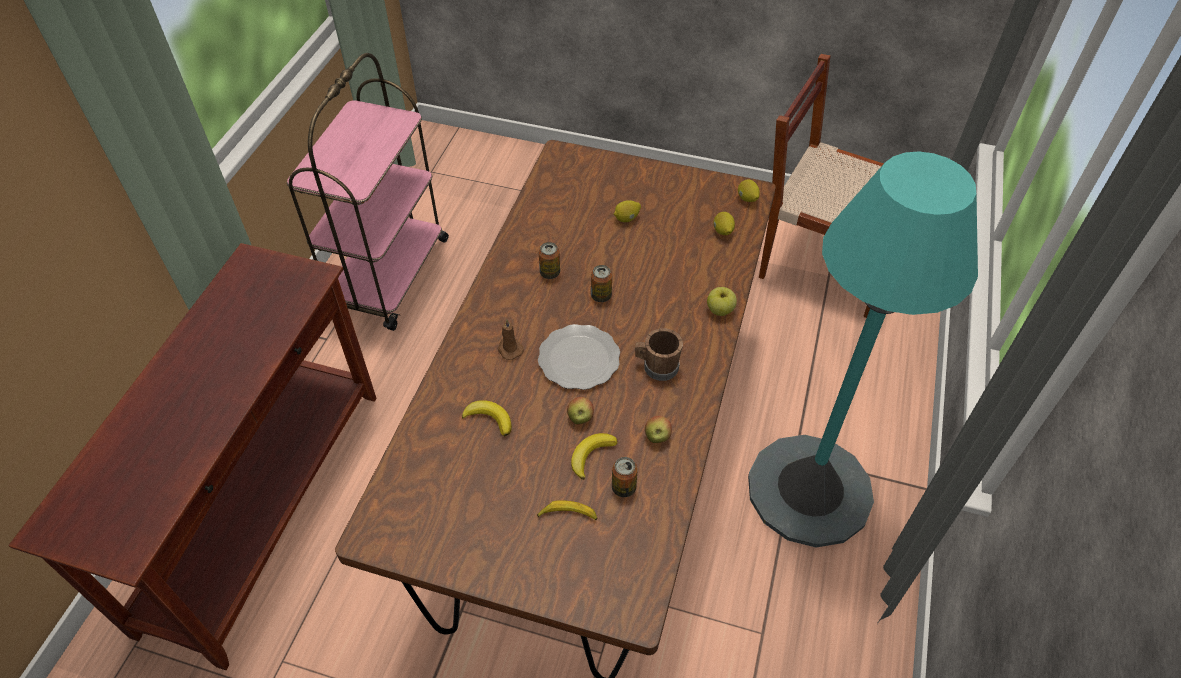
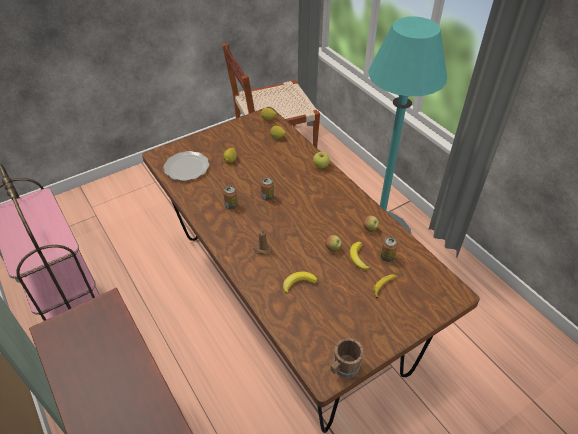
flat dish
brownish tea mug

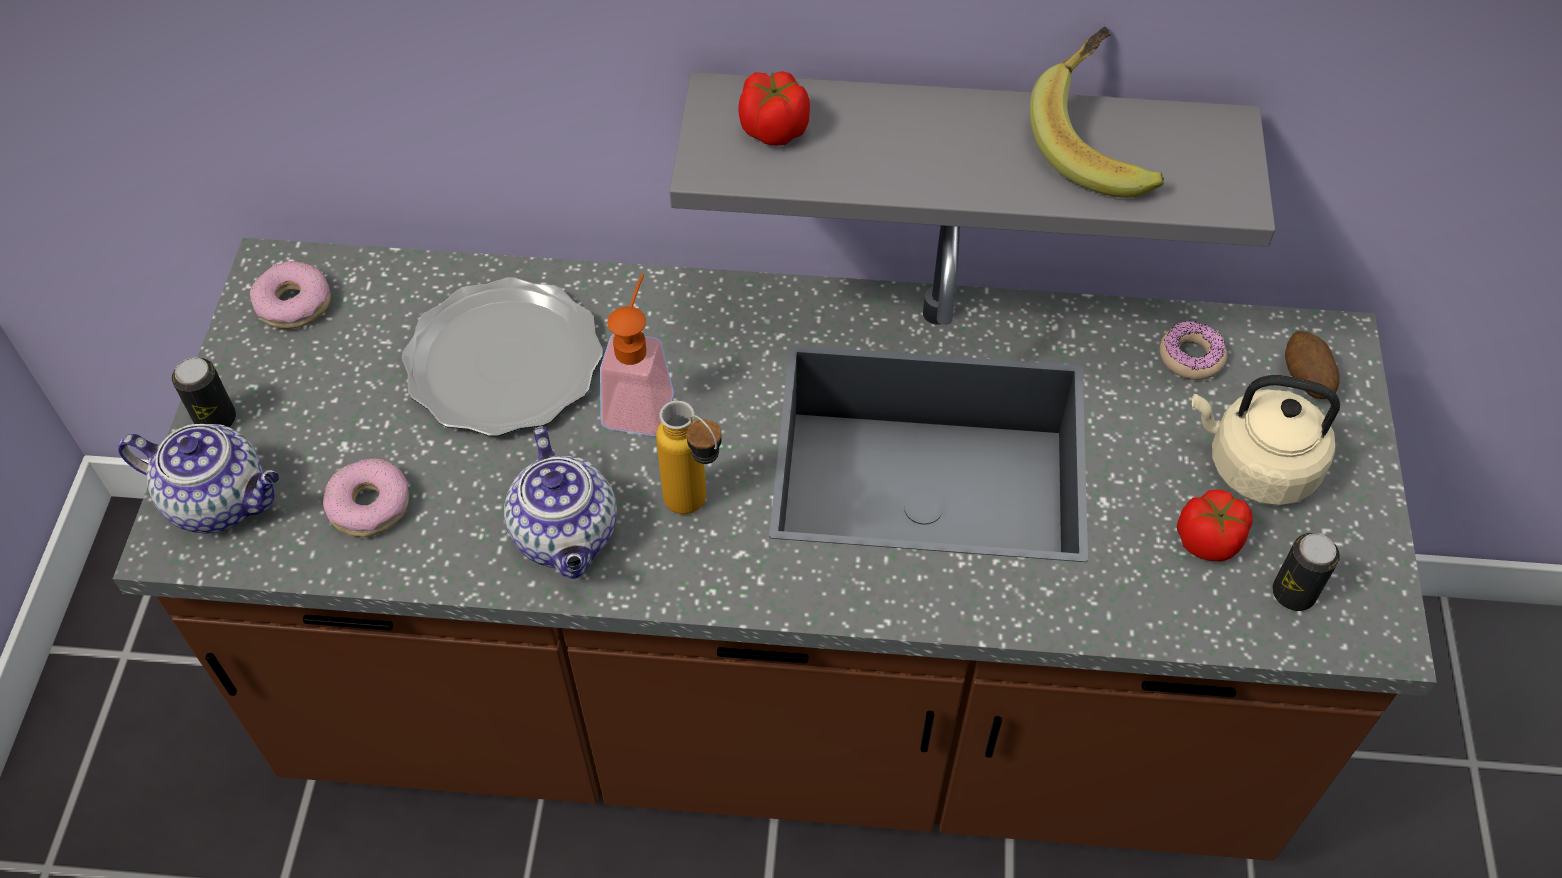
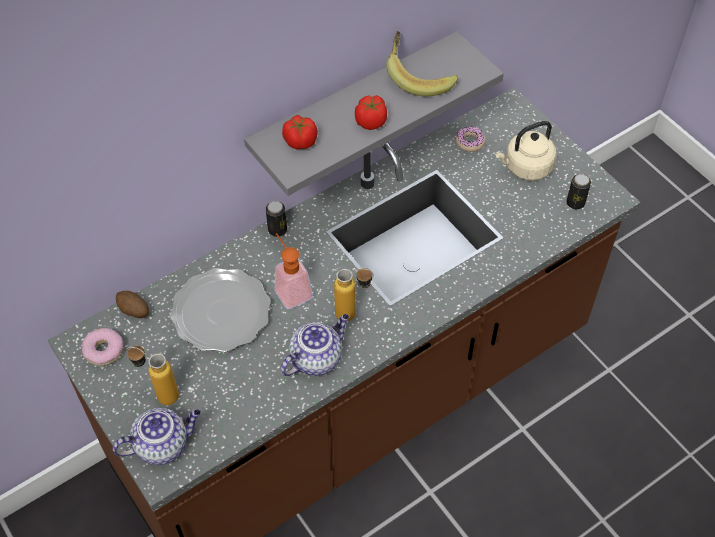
sealed can (1st from left)
donut (2nd from left in the first image)
teapot (2nd from left)
tomato (2nd from left)
potato
beverage bottle (1st from left)

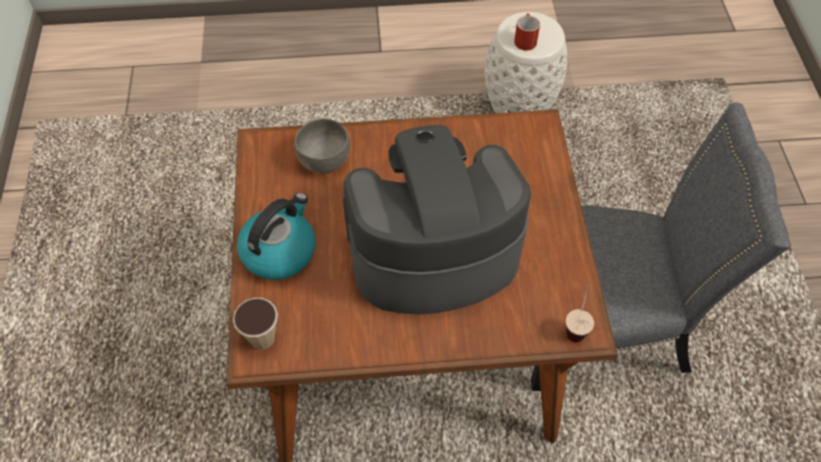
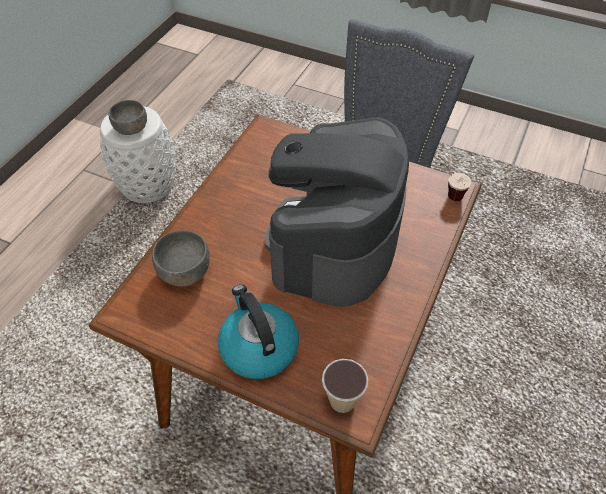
greyish bowl (1st from left)

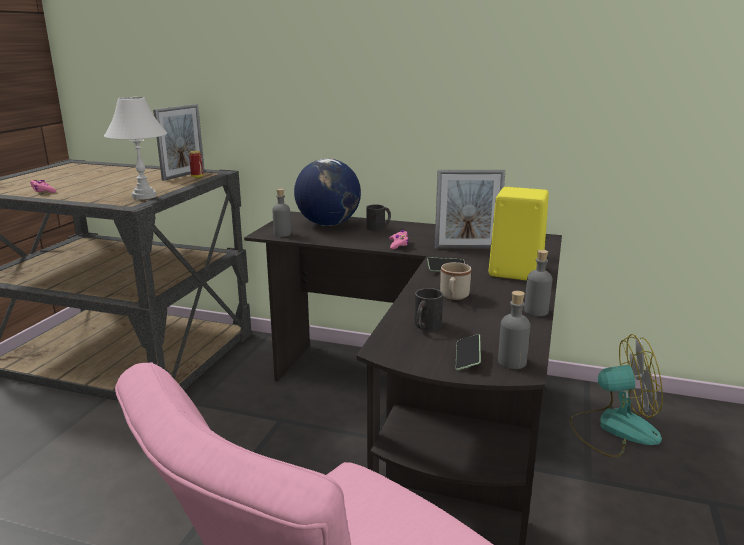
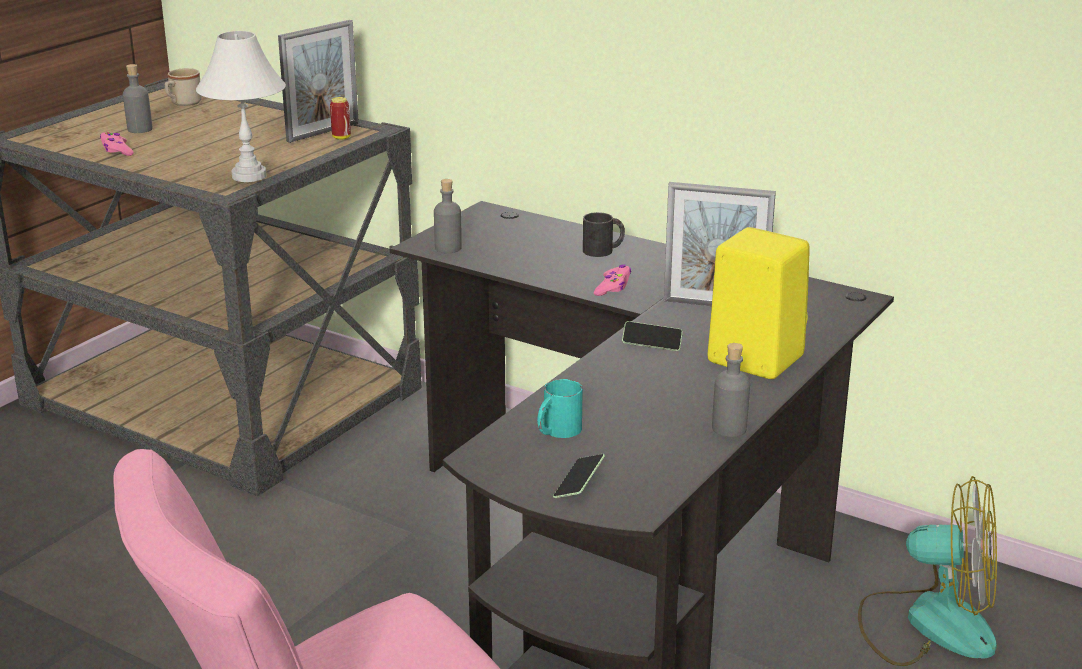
world globe
turquoise-coloured tea mug
beige tea mug
greyish beverage bottle (1st from left)

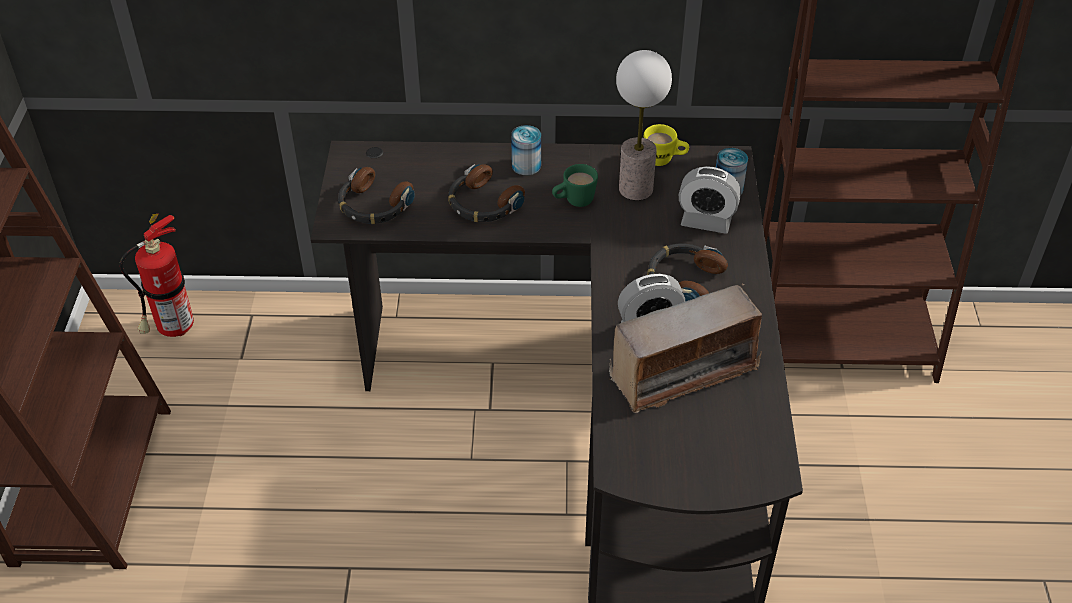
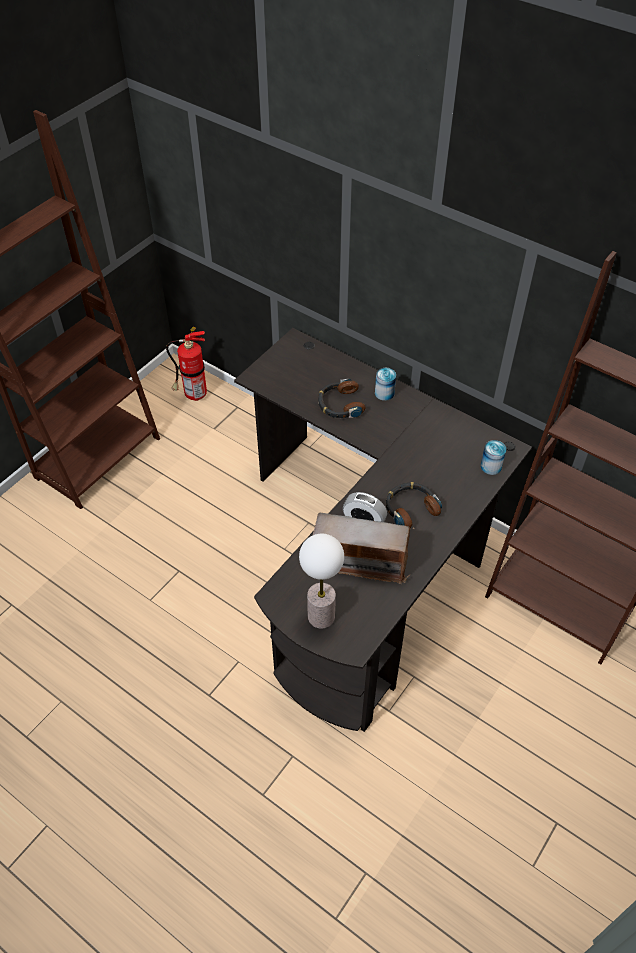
pair of headphones (1st from left in the first image)
greenish tea mug
table lamp
yellow-coloured tea mug
bedside clock (2nd from left in the first image)

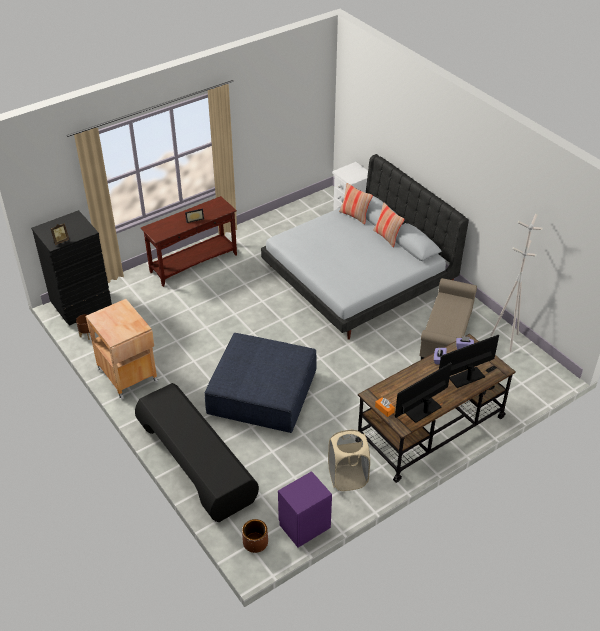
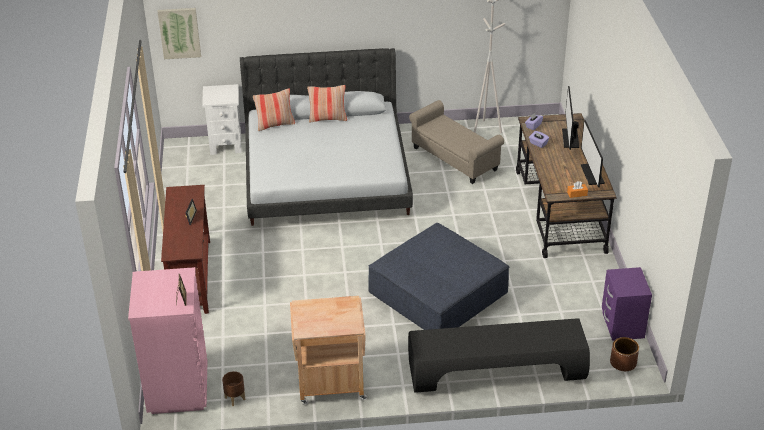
pink-coloured chest of drawers
beige washing basket
wall picture

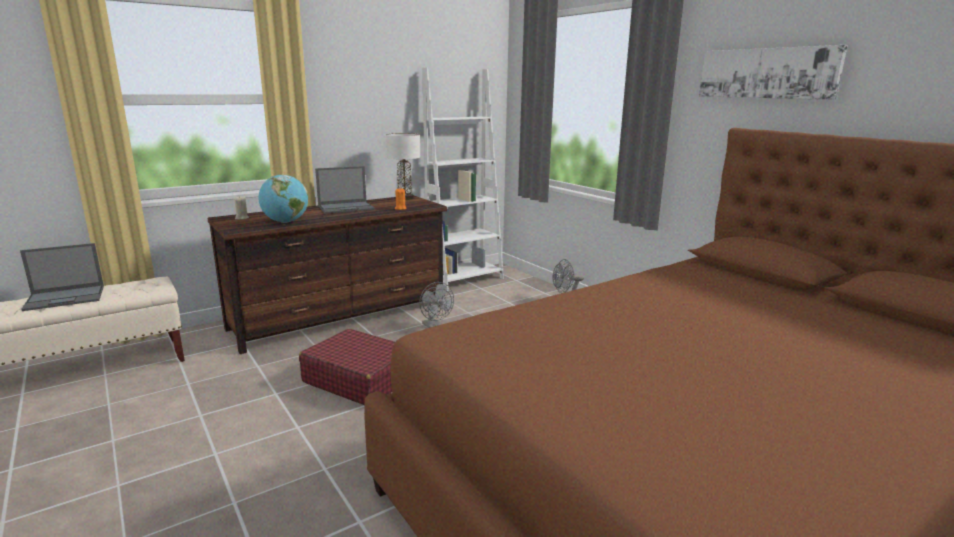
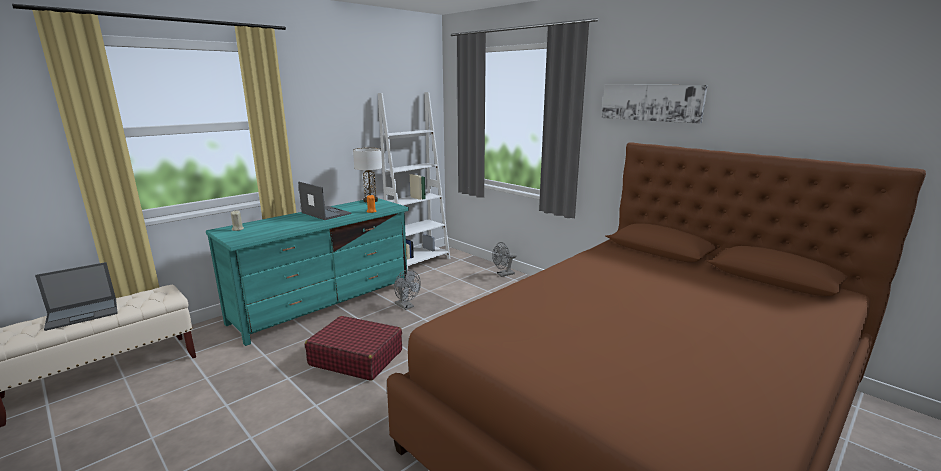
turquoise-coloured chest of drawers
world globe
notebook computer (2nd from left)

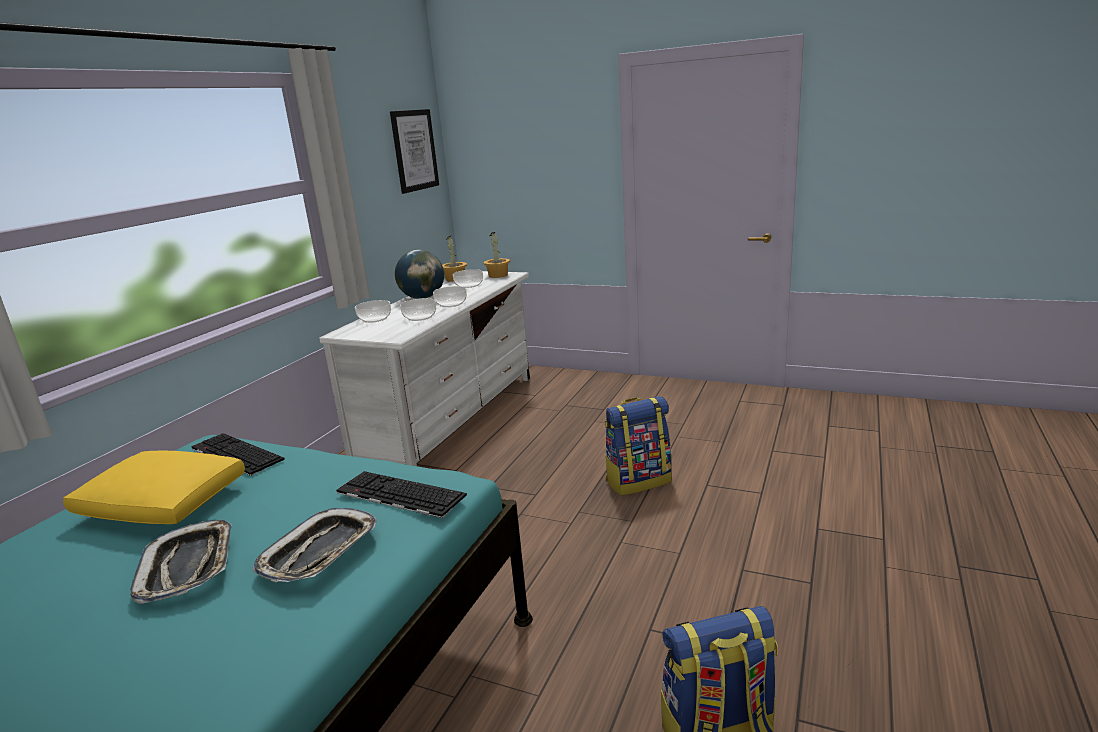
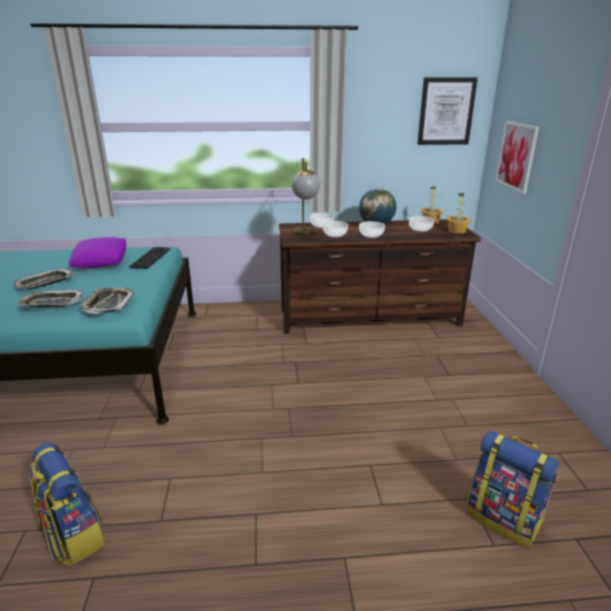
purple-coloured cushion
brownish chest of drawers
tray (3rd from left)
knapsack (2nd from left)
table lamp
wall picture (2nd from left)

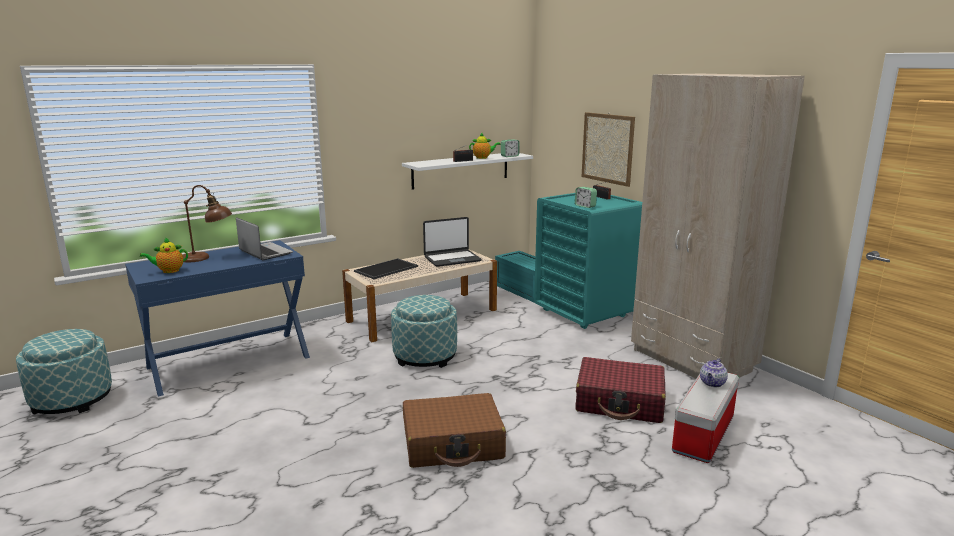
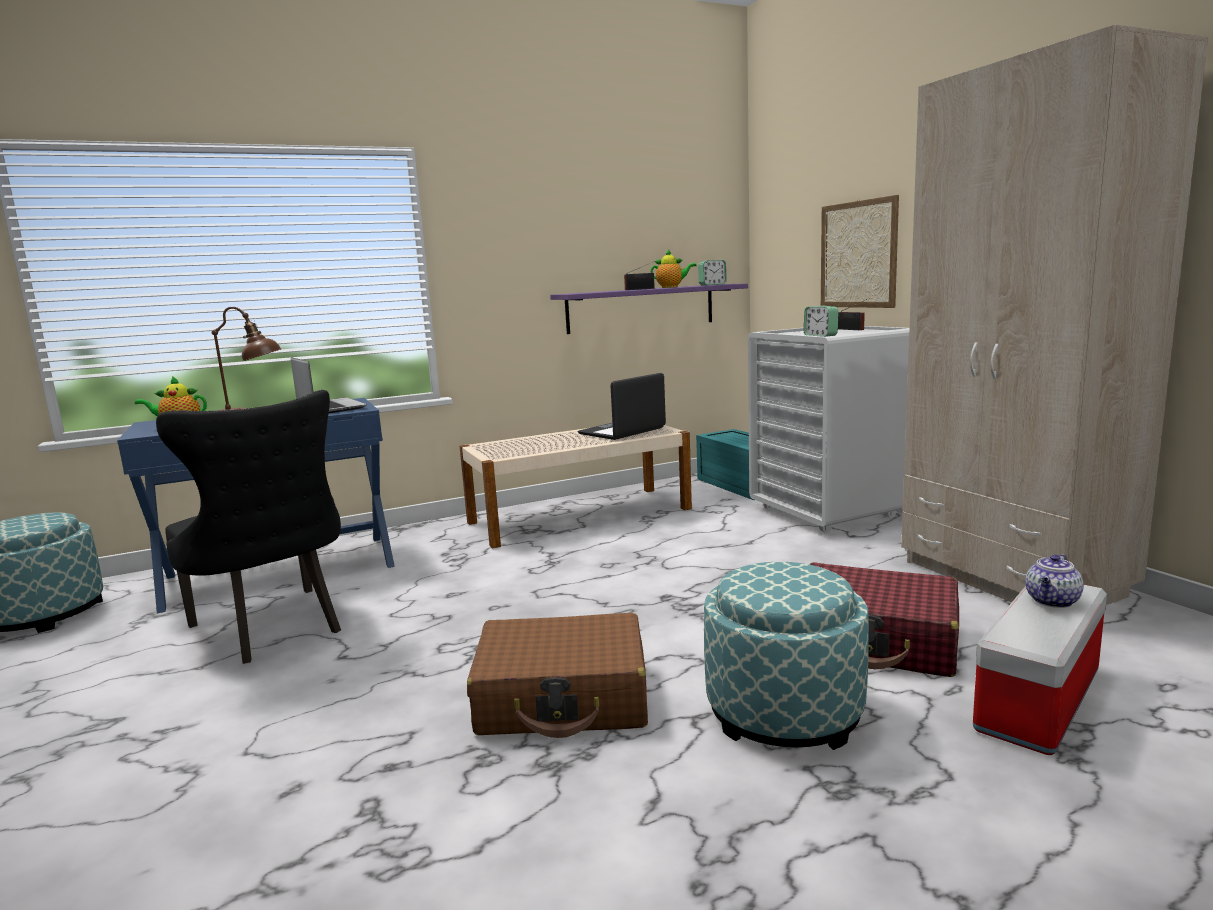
tray
pouffe (2nd from left)
purple-coloured wall shelf
notebook computer (2nd from left)
greyish chest of drawers
blackish plain chair

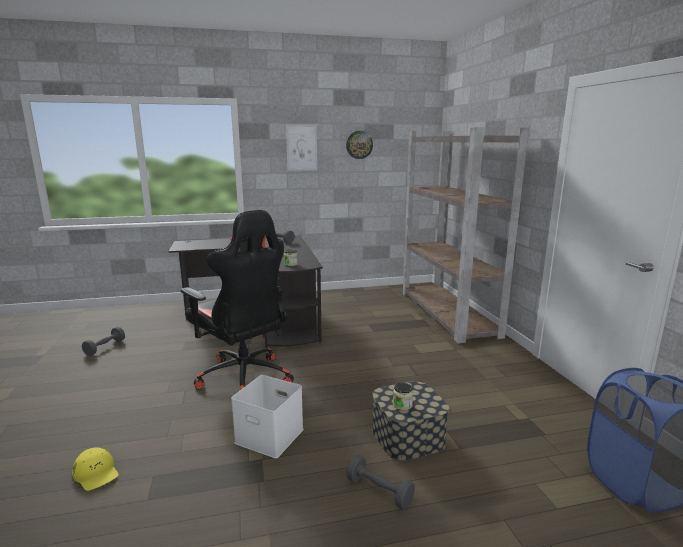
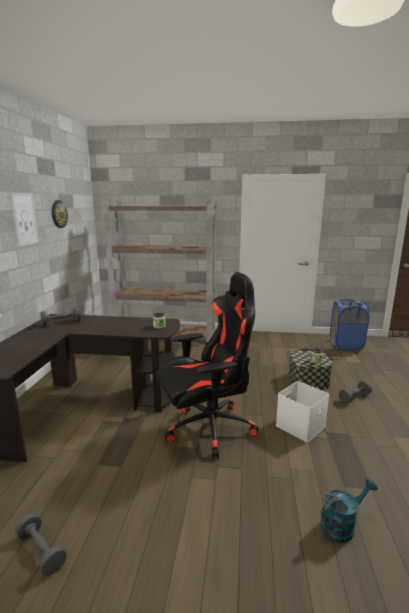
turquoise-coloured watering can

